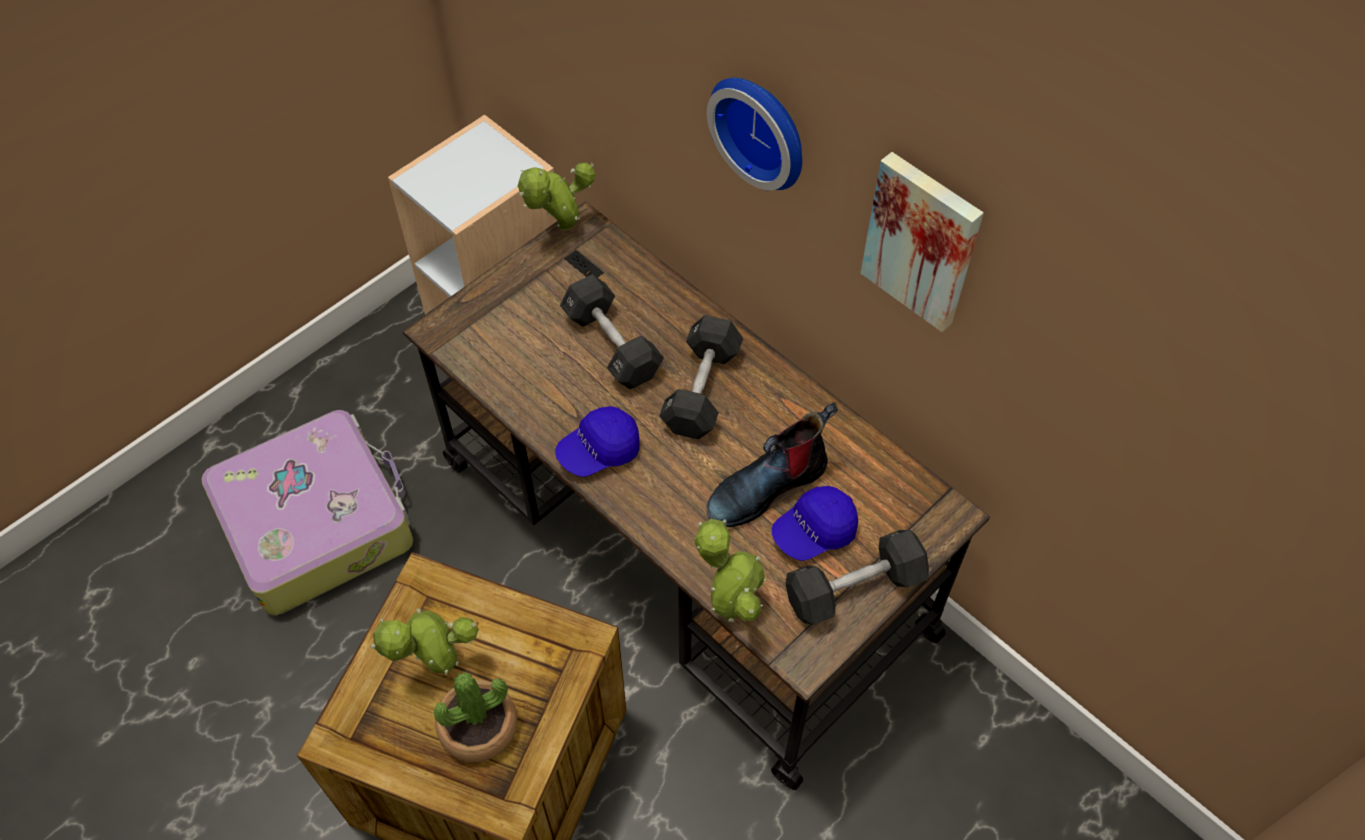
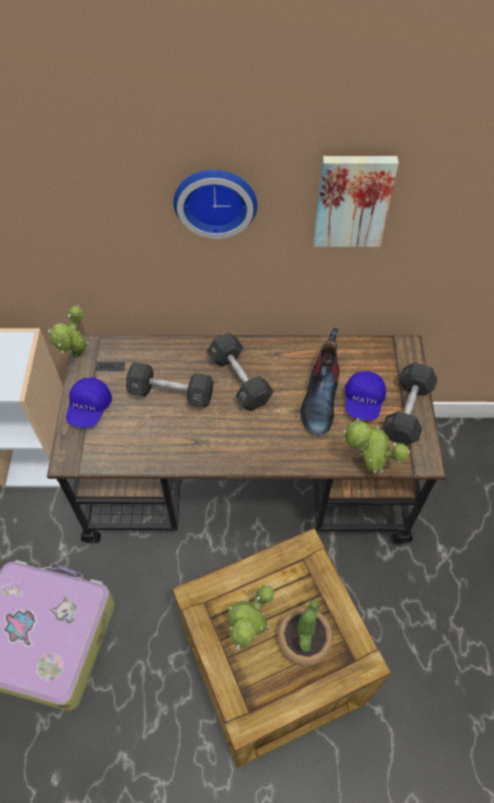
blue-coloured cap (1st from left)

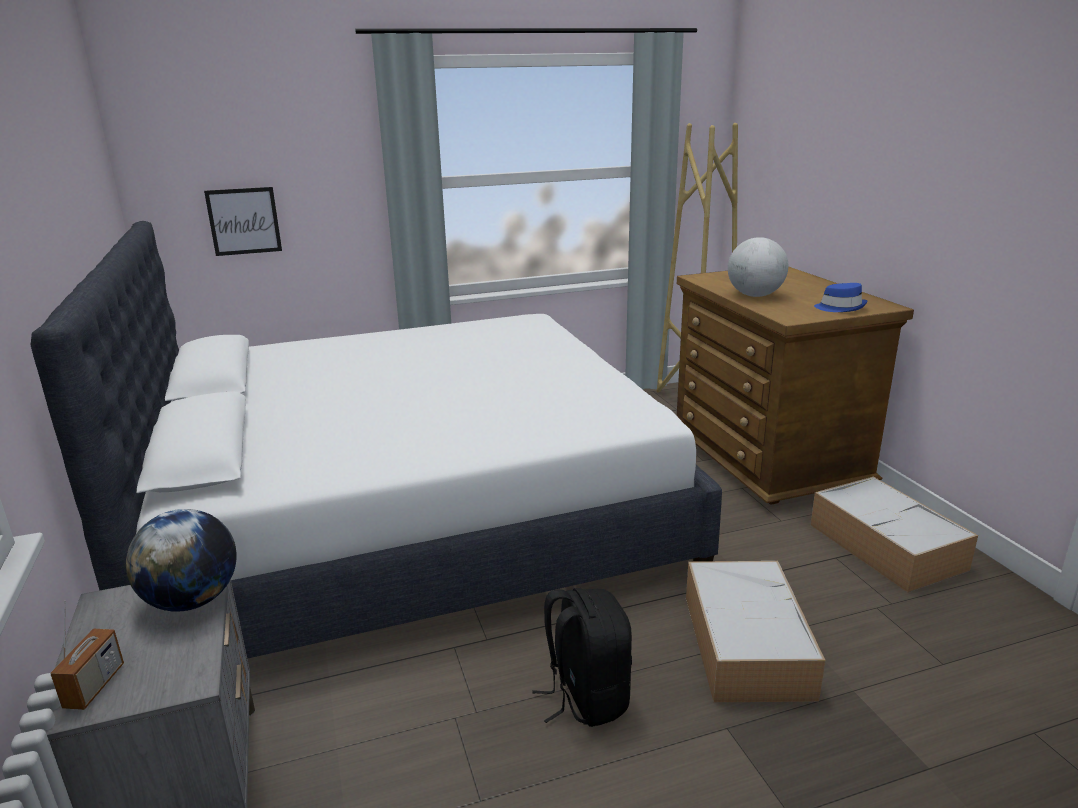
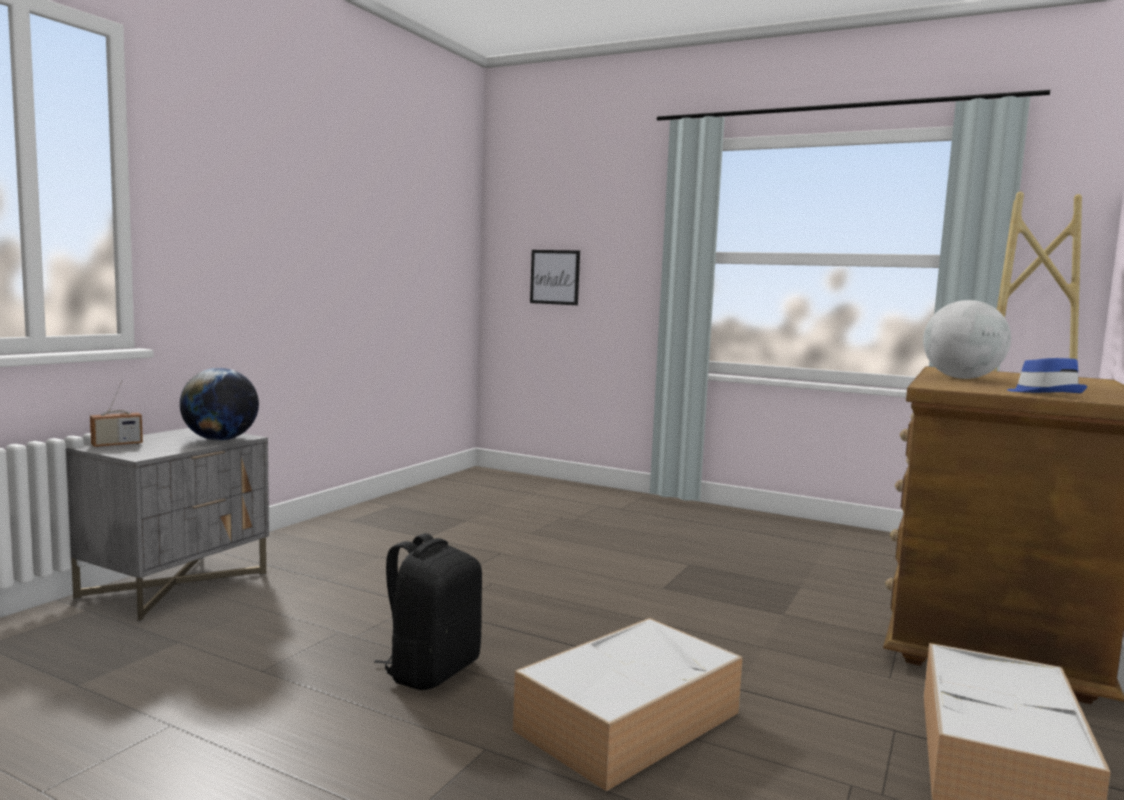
white bed

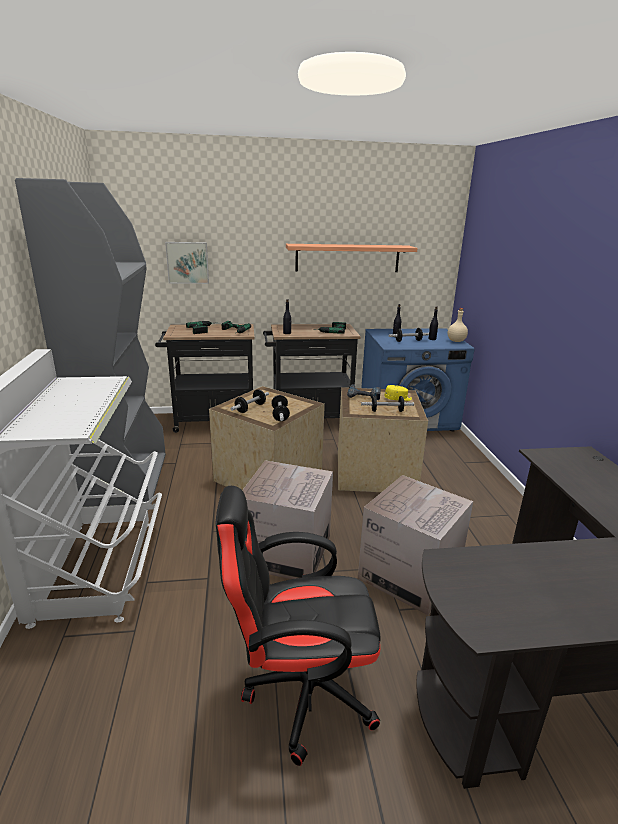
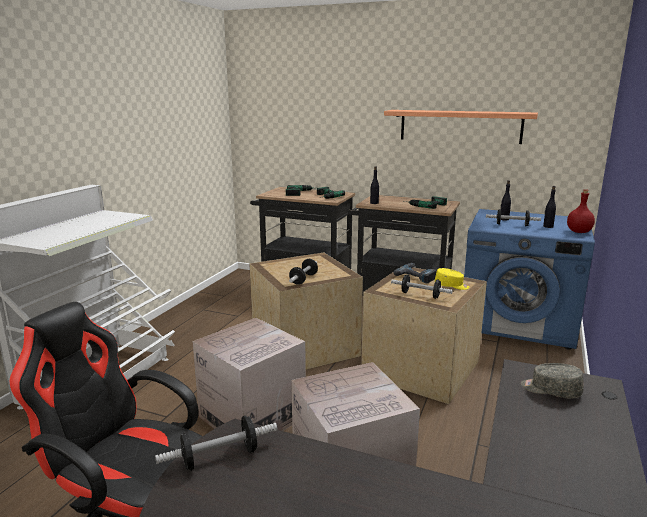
greyish shelving unit
wall picture
hand weight (1st from left)
reddish beverage bottle
greyish cap

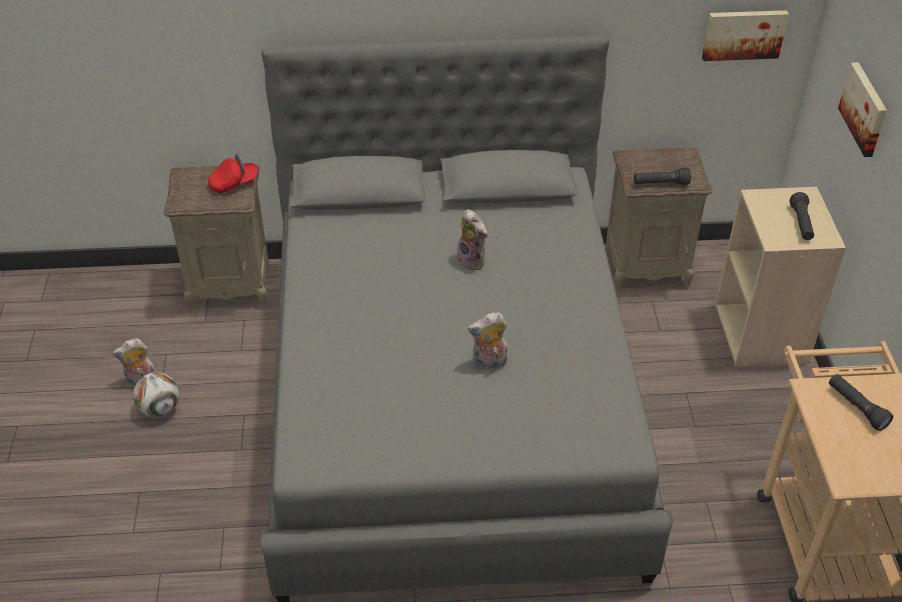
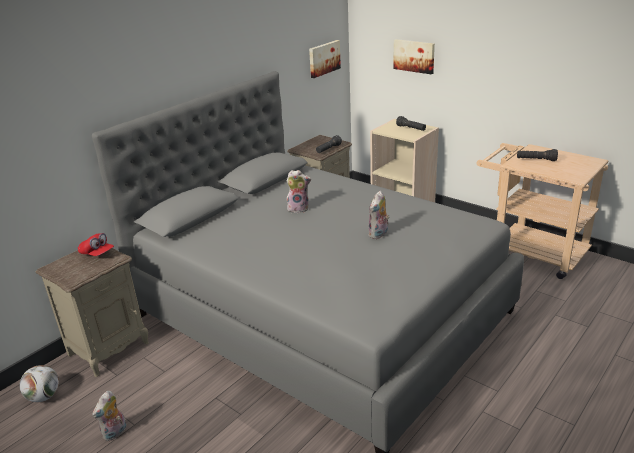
football
reddish cap

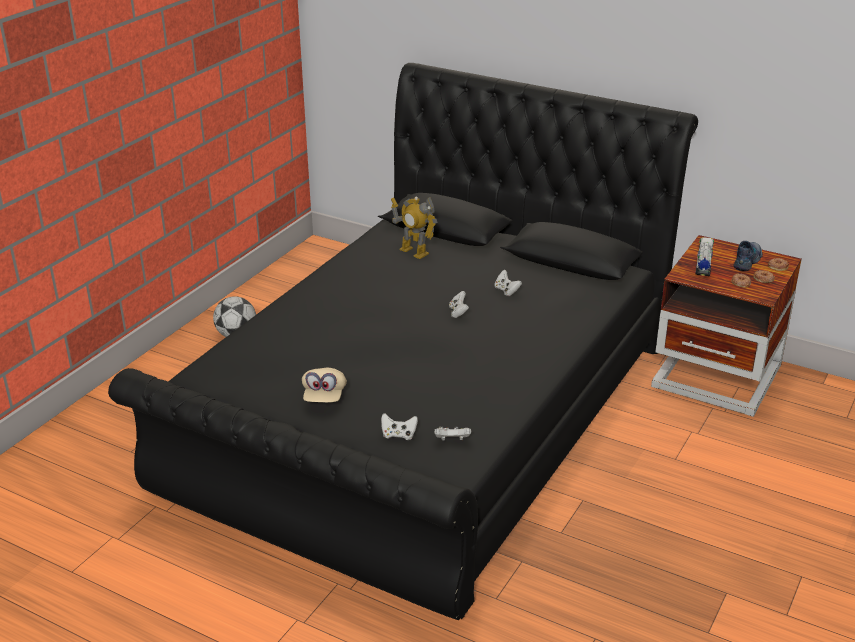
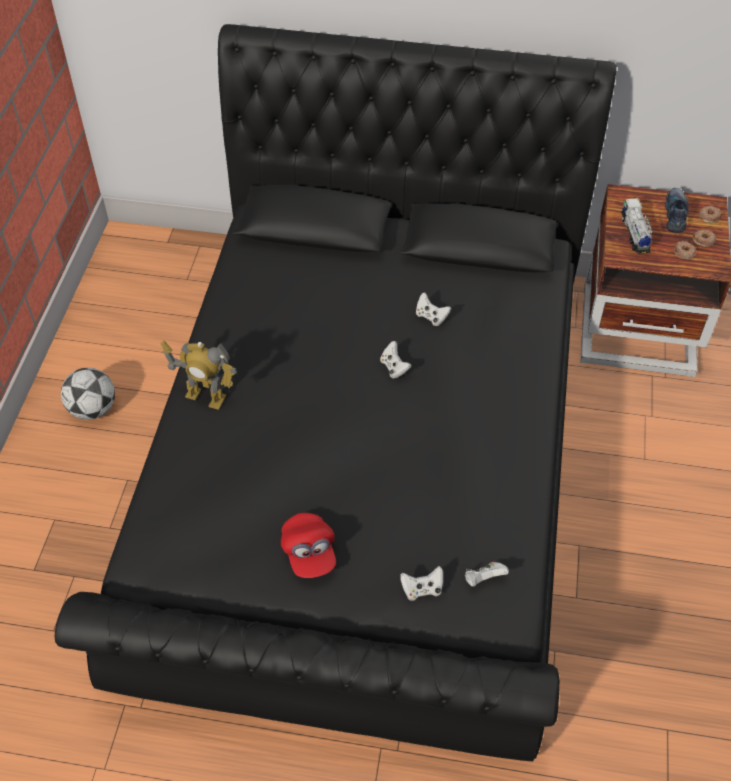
reddish cap
robot figure

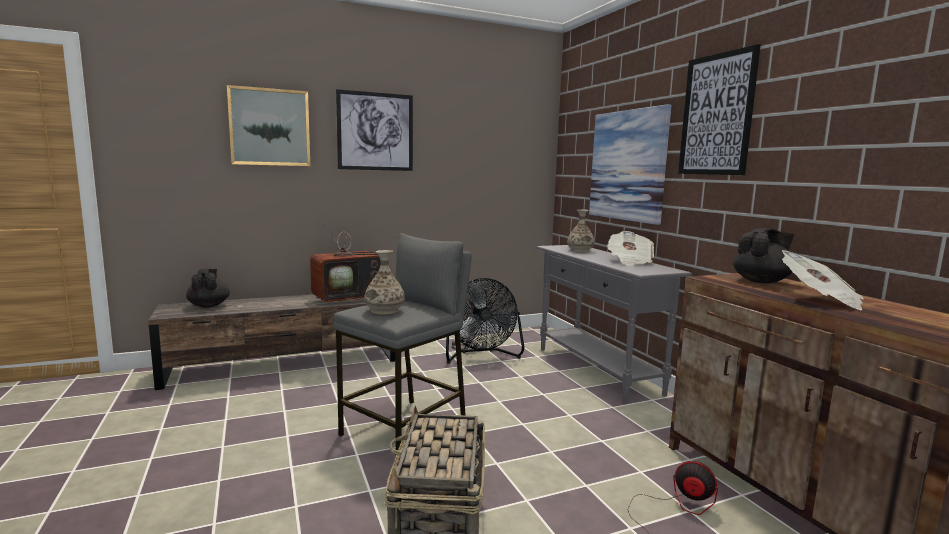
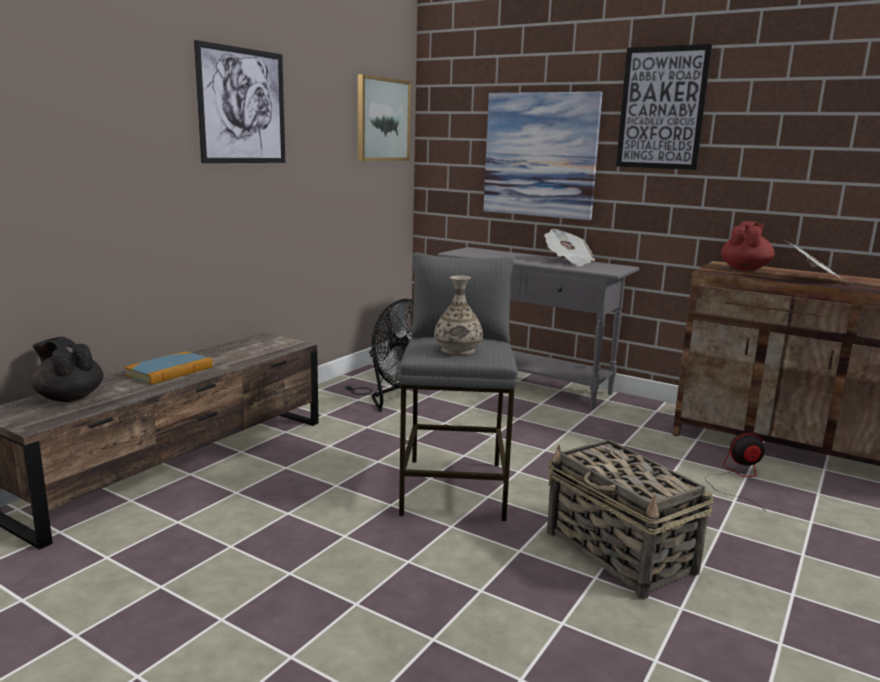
wall picture (2nd from left)
TV set
flower vase (2nd from left in the first image)
reddish teapot
book

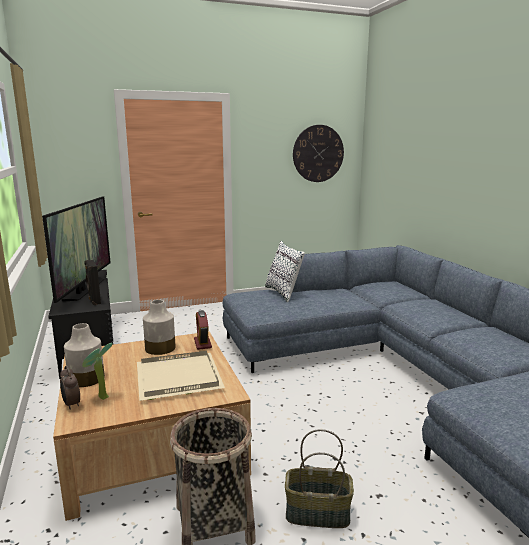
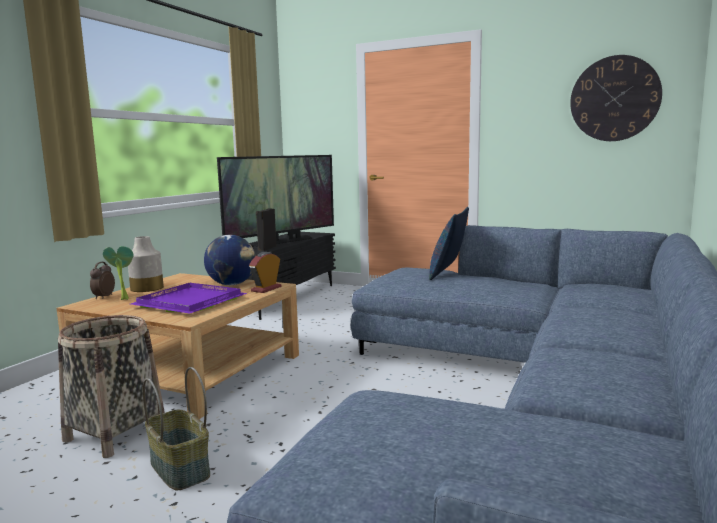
purple-coloured tray
world globe
blue-coloured cushion

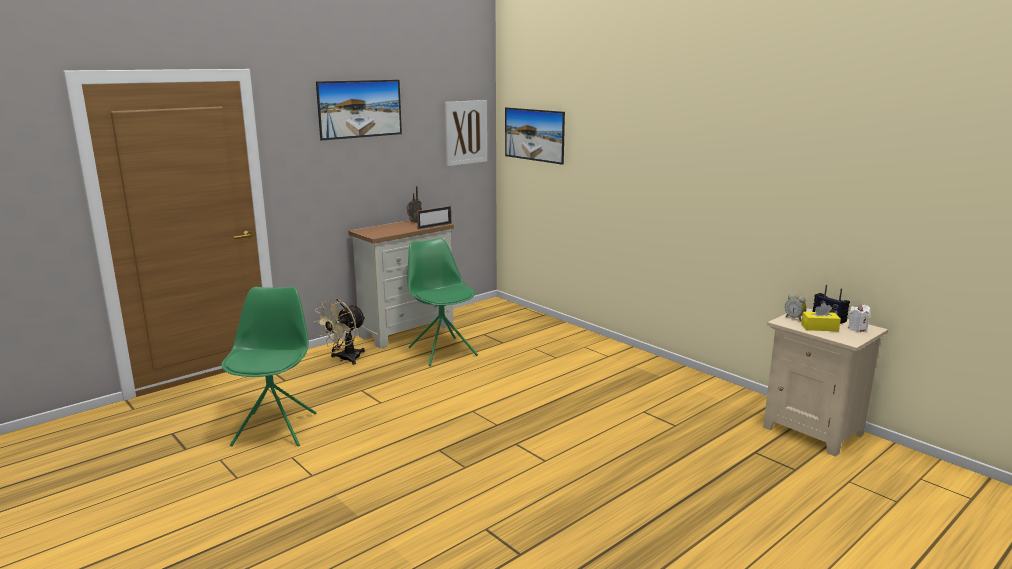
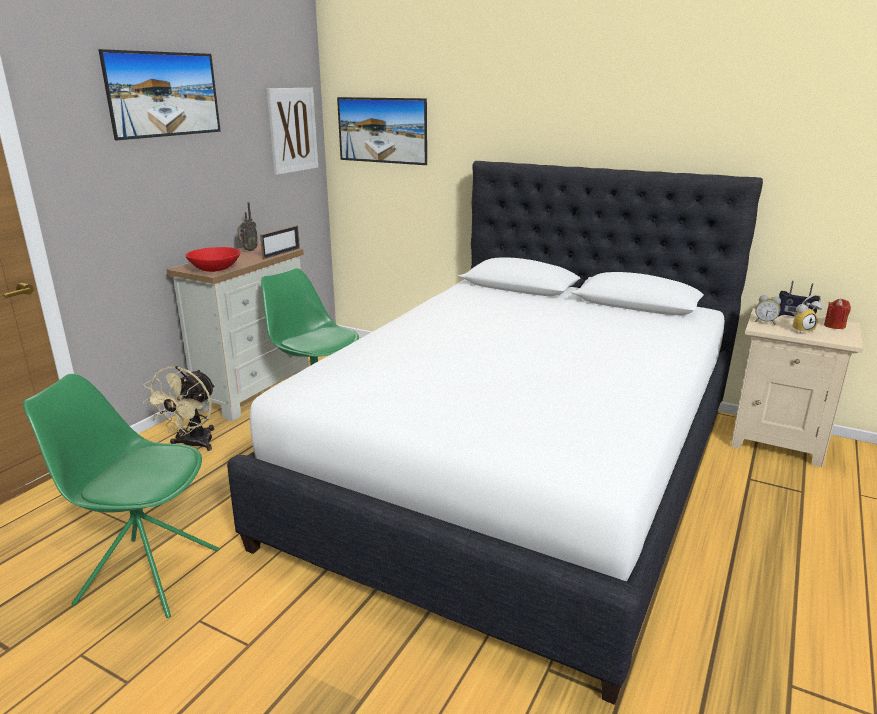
greenish plain chair (1st from left)
bedside clock (2nd from left)
reddish wax candle
reddish bowl
white bed

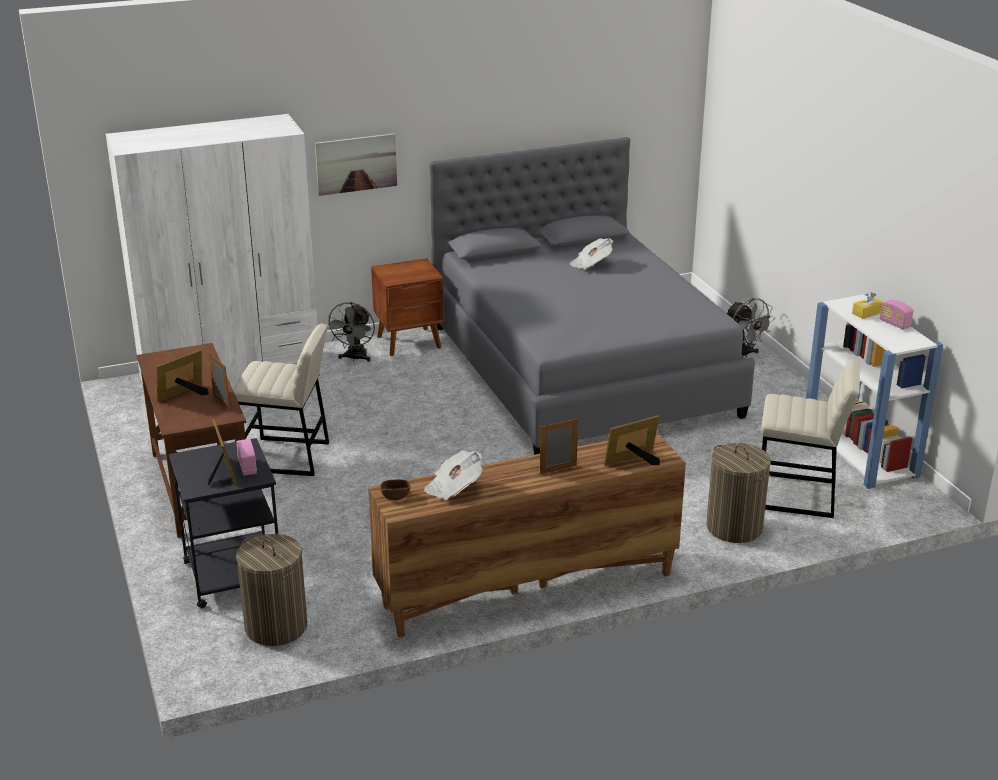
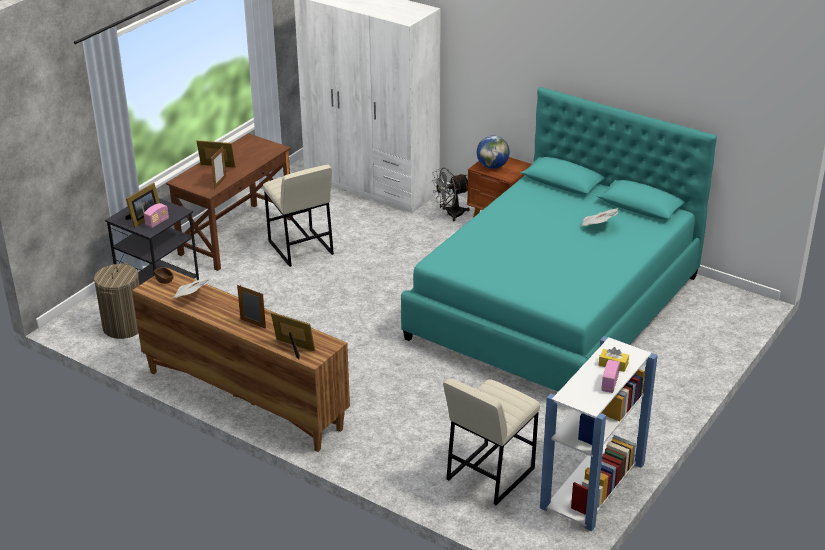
wall picture
turquoise-coloured bed
washing basket (2nd from left in the first image)
greyish electric fan (2nd from left in the first image)
beige plain chair (2nd from left)
world globe

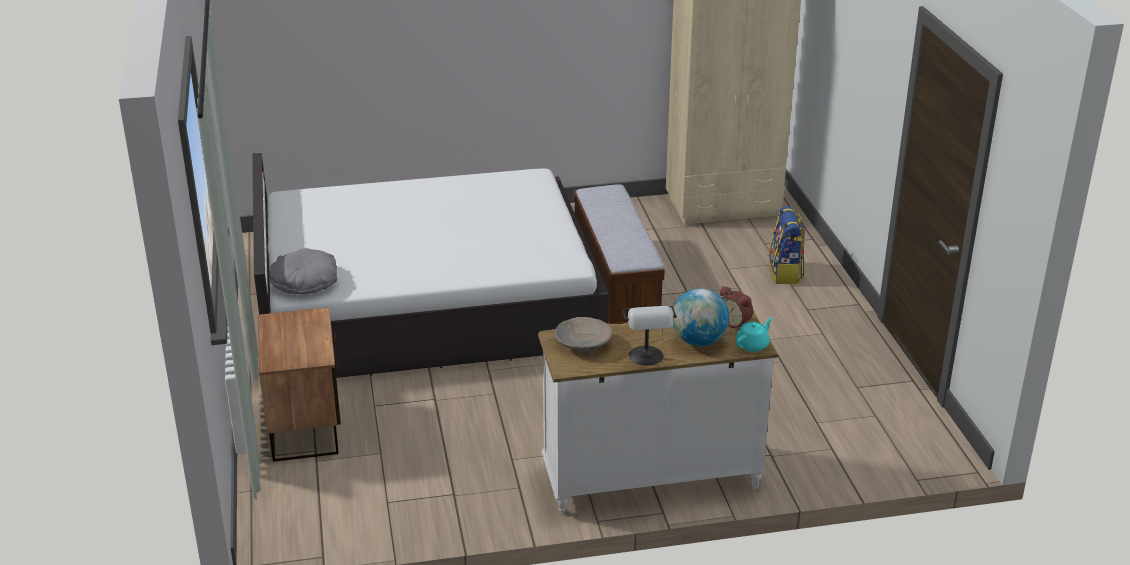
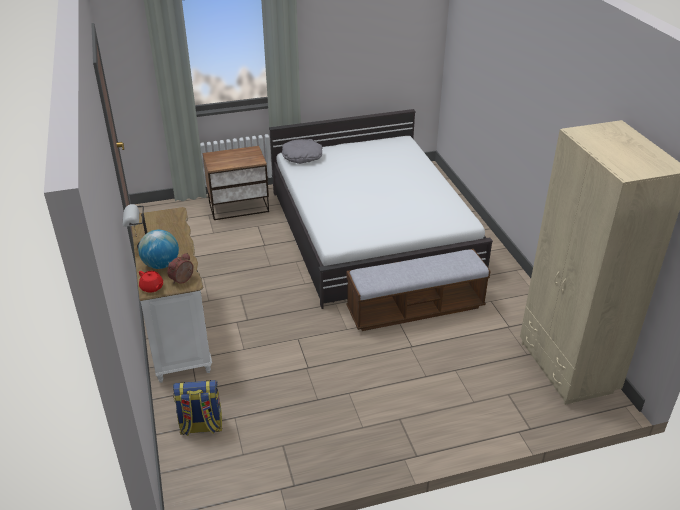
beige bowl
reddish teapot
knapsack

